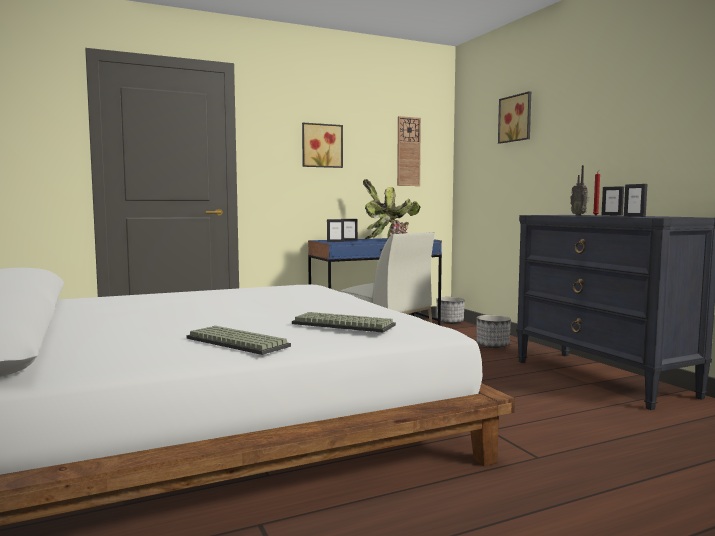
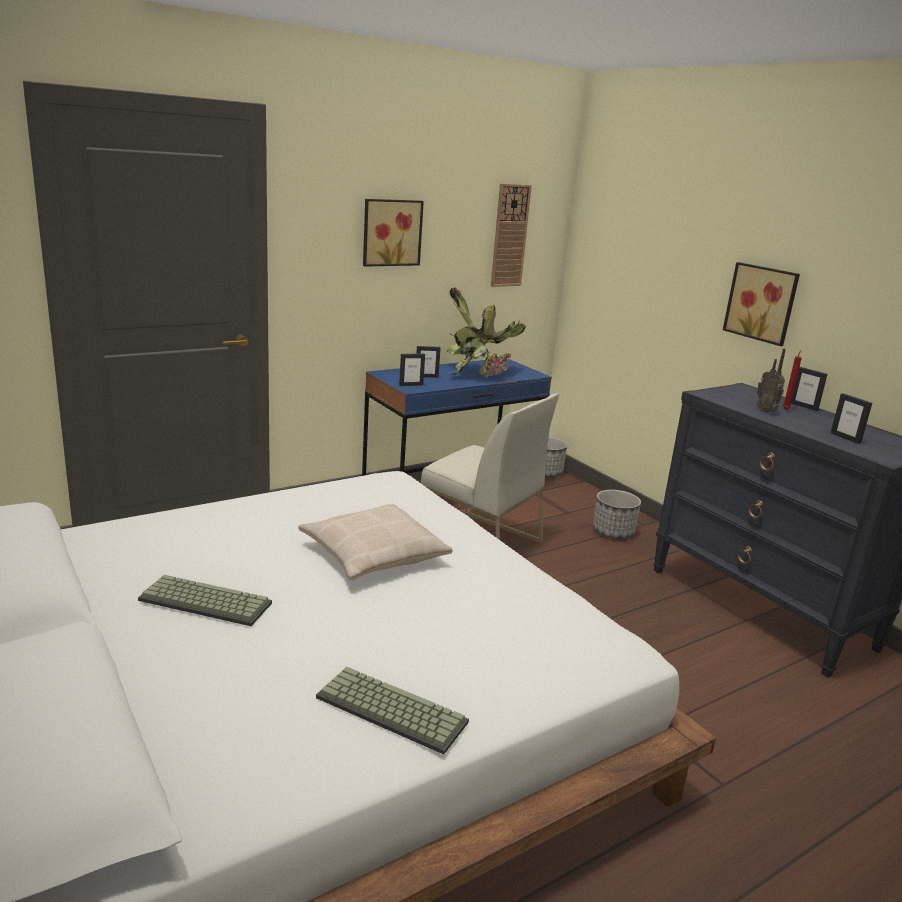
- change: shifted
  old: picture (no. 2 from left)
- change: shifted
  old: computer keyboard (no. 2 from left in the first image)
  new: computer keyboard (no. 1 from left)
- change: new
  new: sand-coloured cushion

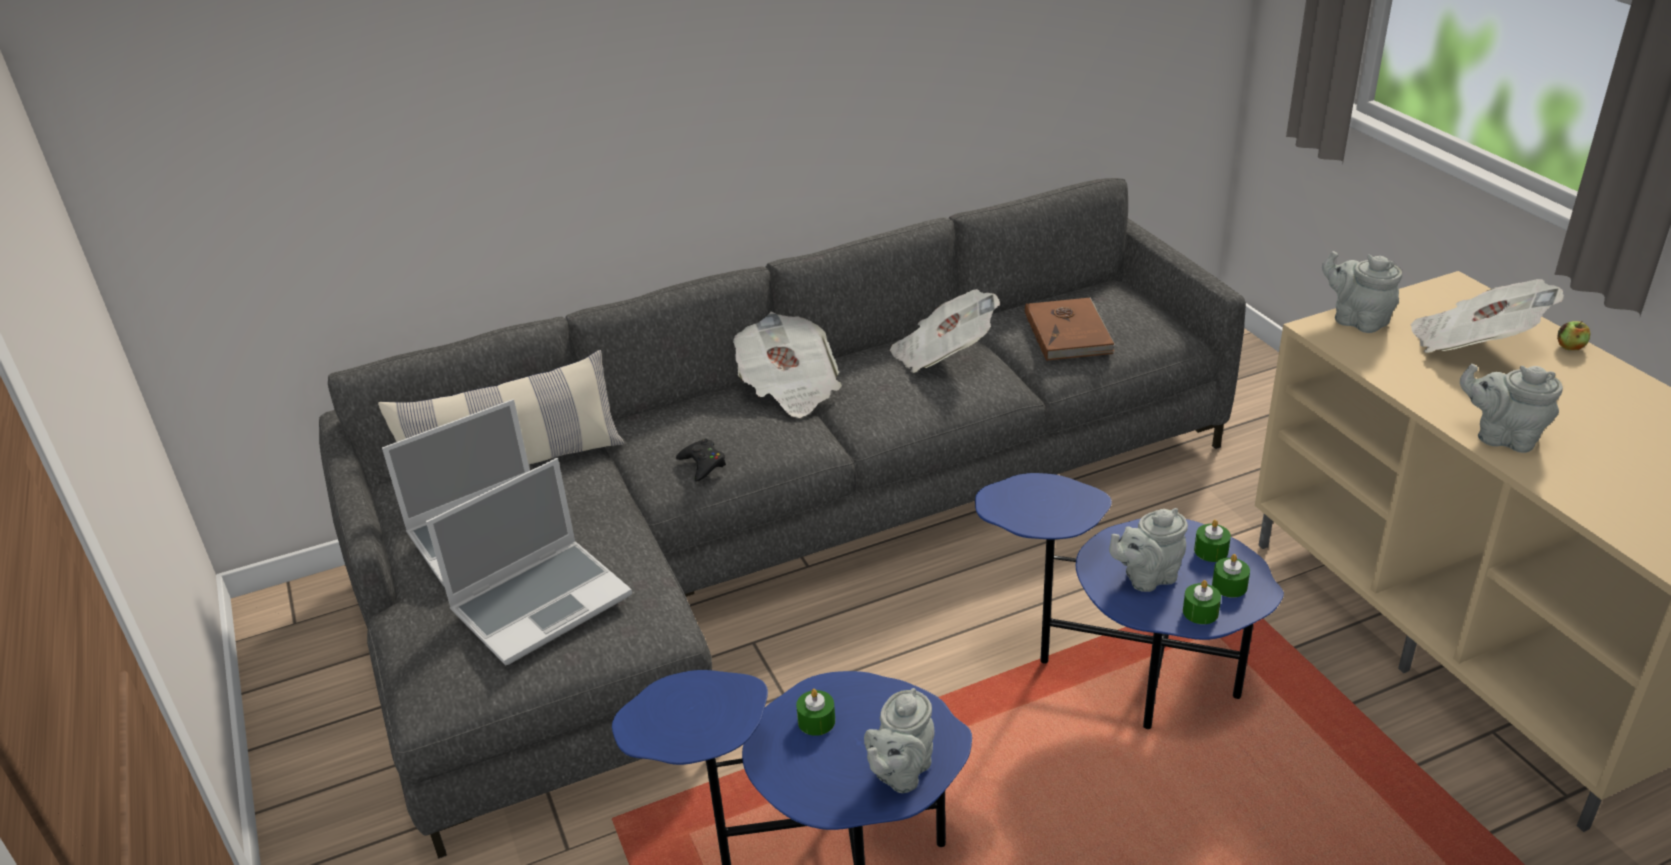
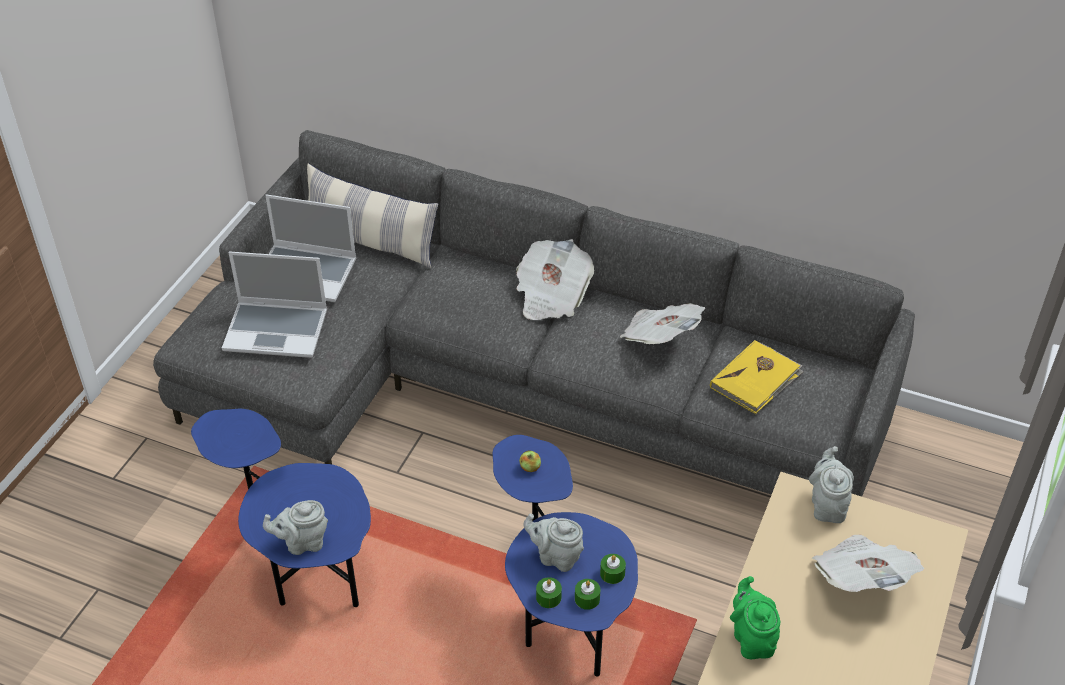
- change: repainted
  old: brown volume
  new: yellowish volume
- change: shifted
  old: apple fruit
- change: repainted
  old: grey pot for tea (no. 4 from left)
  new: green pot for tea
- change: gone
  old: black-coloured game controller
- change: gone
  old: green wax light (no. 1 from left)

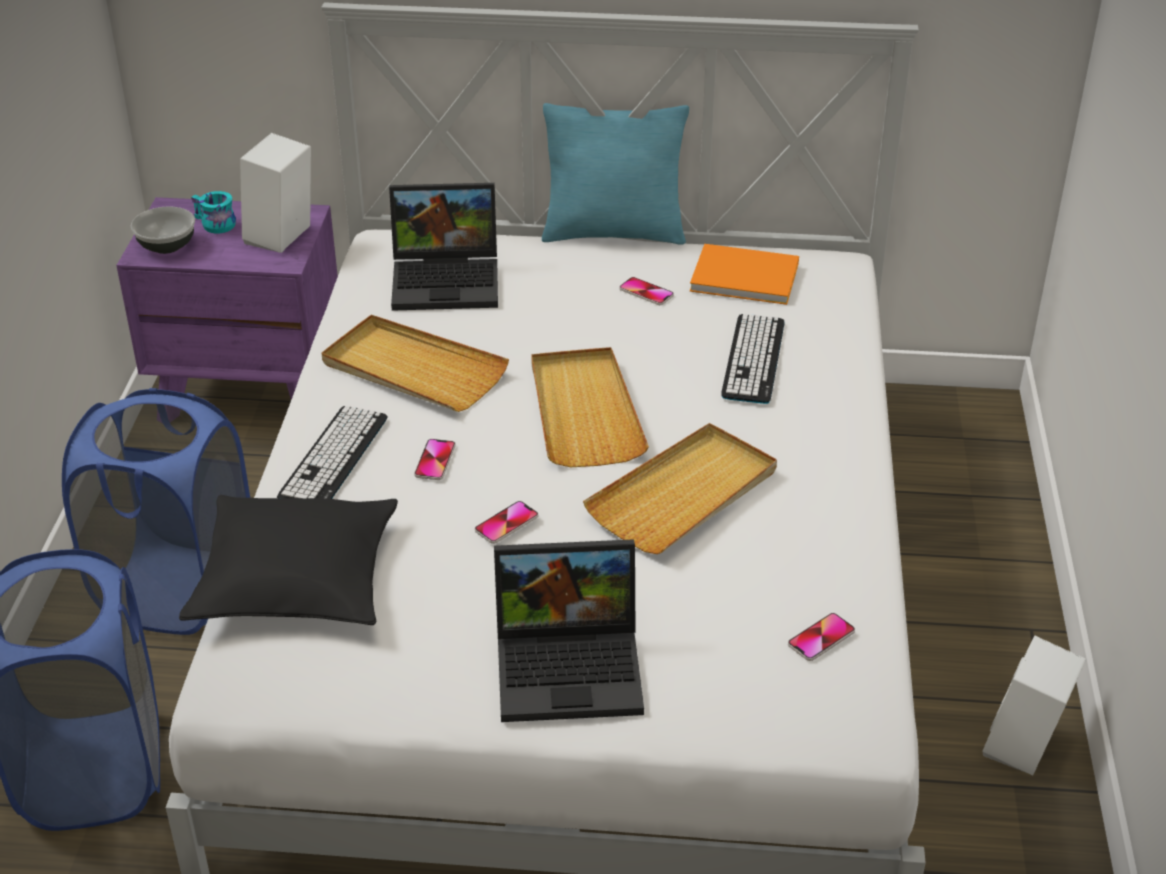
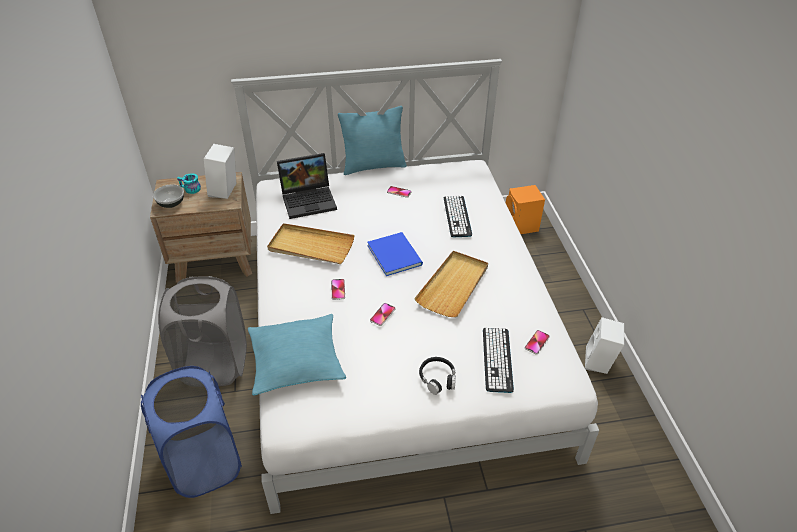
- change: repainted
  old: purple night table
  new: brown night table
- change: gone
  old: orange-coloured volume
- change: swapped
  old: sand-coloured tray (no. 2 from left)
  new: blue-coloured volume
- change: repainted
  old: blue-coloured washing basket (no. 2 from left)
  new: grey washing basket
- change: shifted
  old: computer keyboard (no. 1 from left in the first image)
  new: computer keyboard (no. 2 from left)
- change: repainted
  old: black-coloured cushion
  new: blue-green cushion (no. 1 from left)
- change: swapped
  old: notebook computer (no. 2 from left)
  new: black-coloured headset
- change: new
  new: orange-coloured loudspeaker

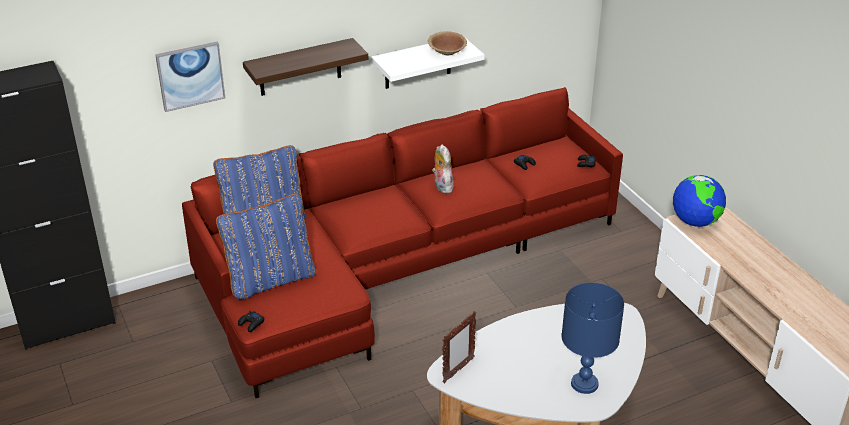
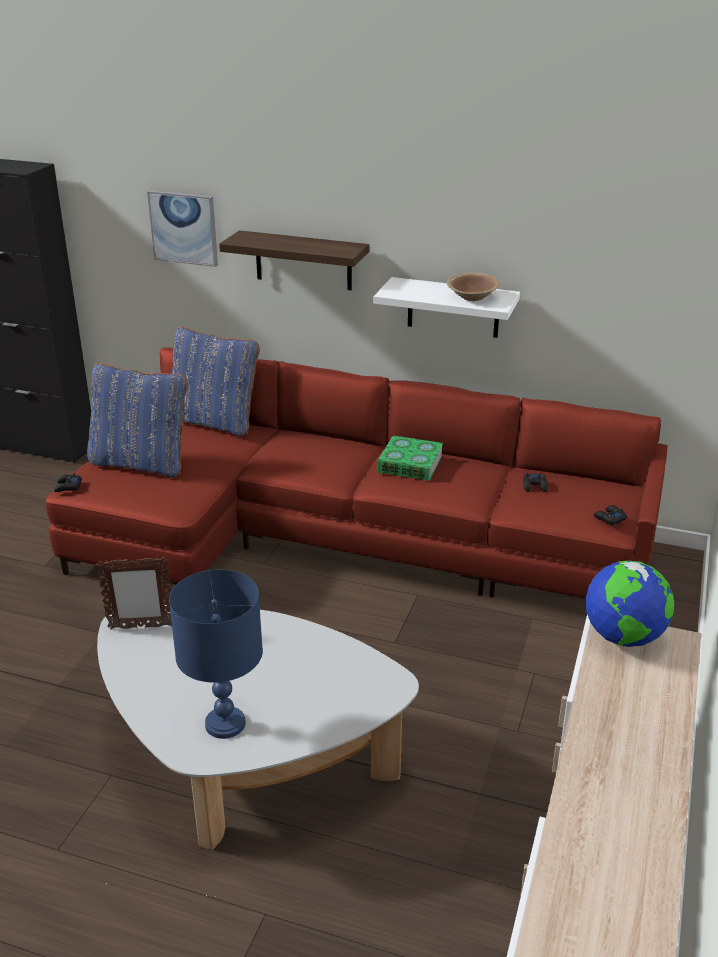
- change: swapped
  old: cuddly toy
  new: volume

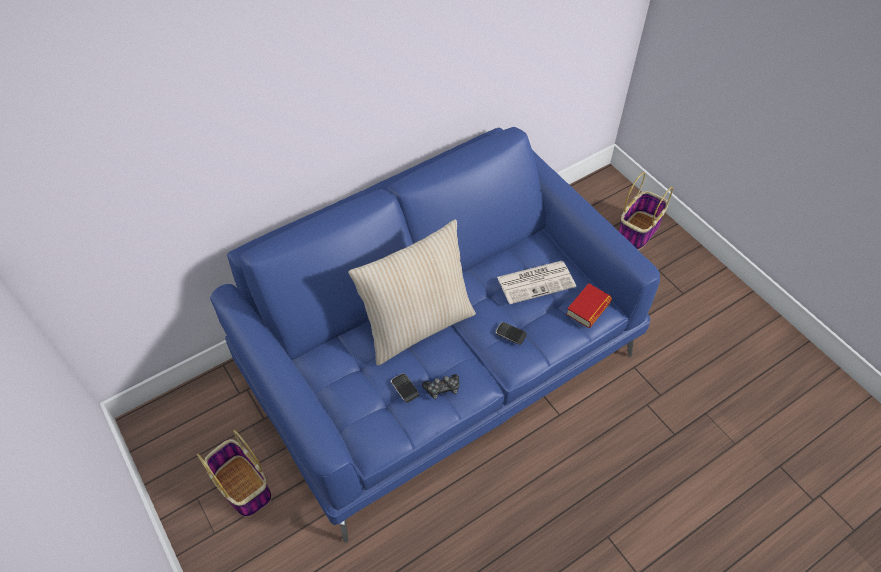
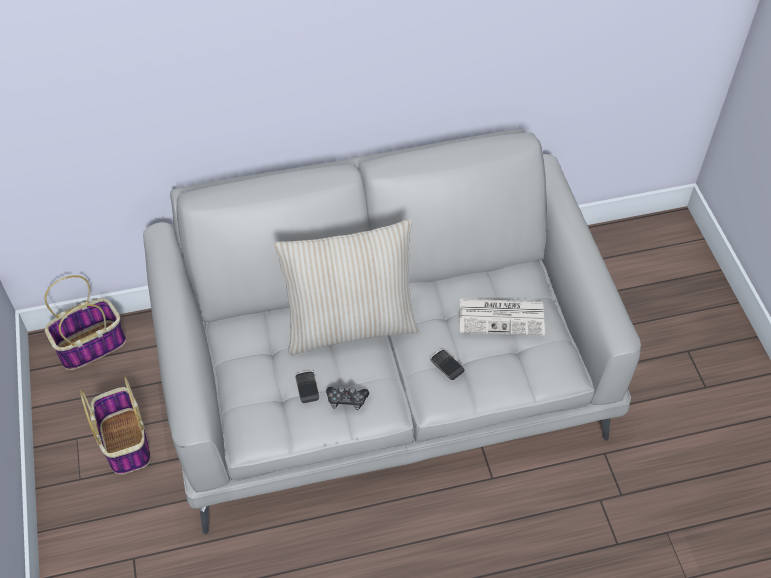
- change: repainted
  old: blue-coloured sofa
  new: grey sofa
- change: shifted
  old: basket (no. 2 from left in the first image)
  new: basket (no. 1 from left)
- change: gone
  old: volume

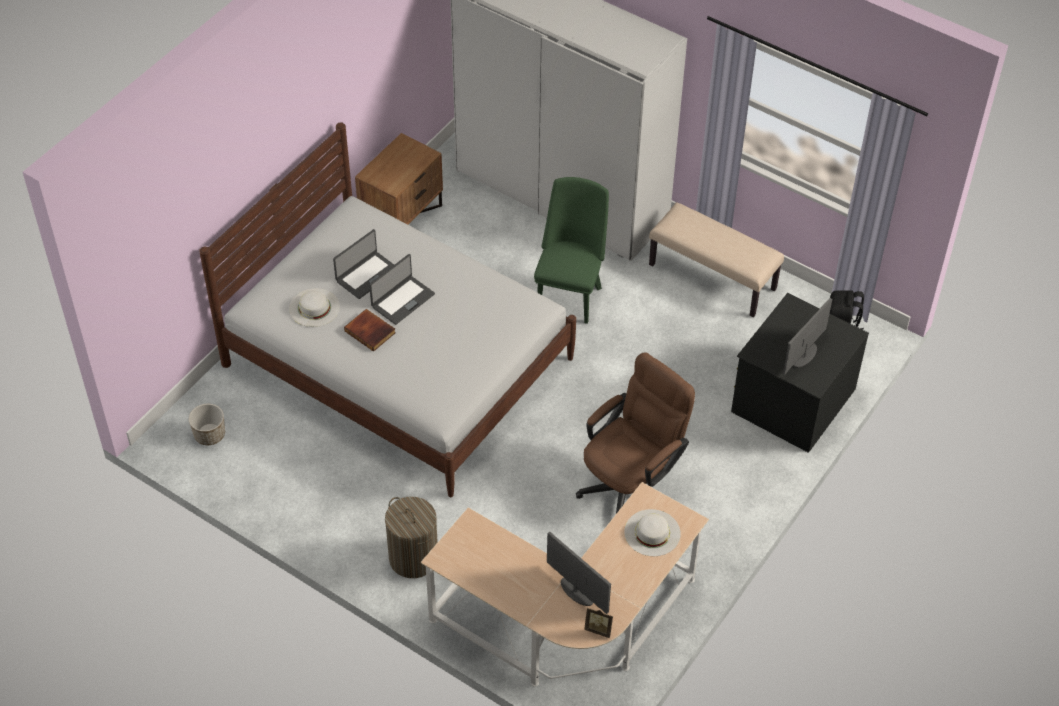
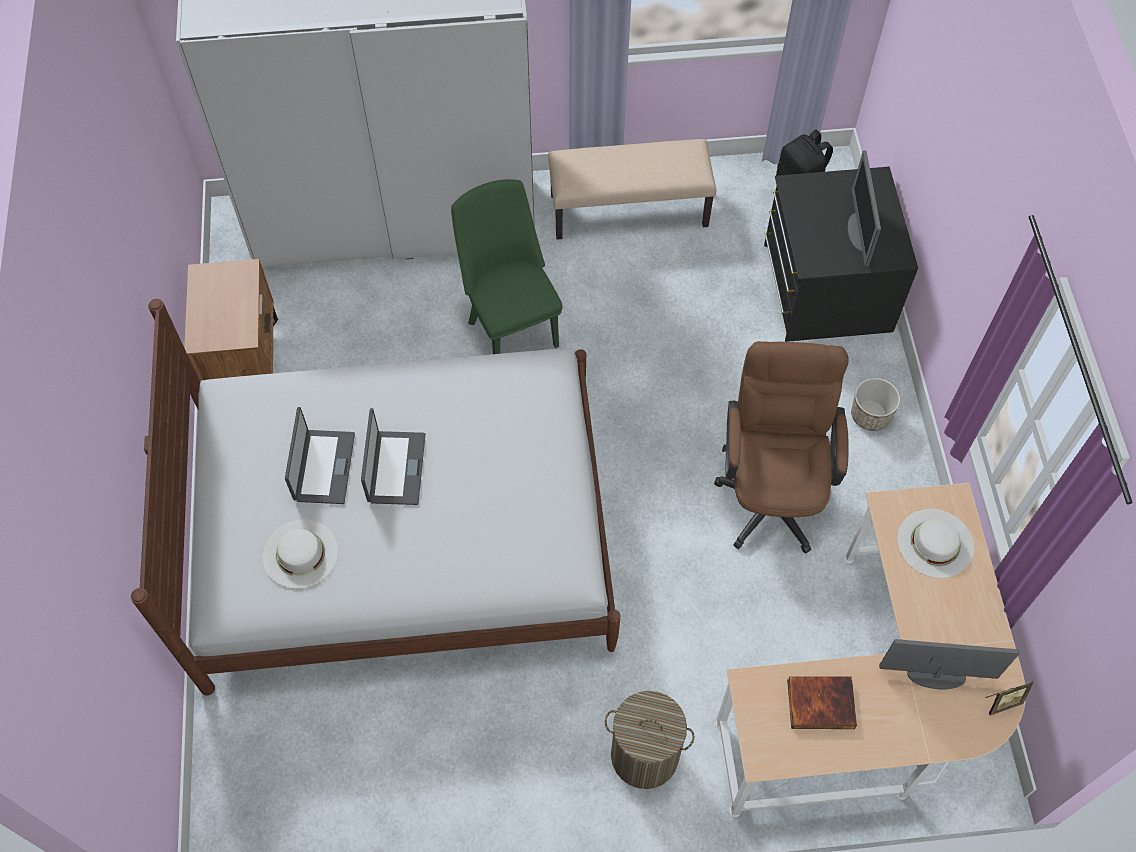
- change: shifted
  old: volume
- change: shifted
  old: flower pot

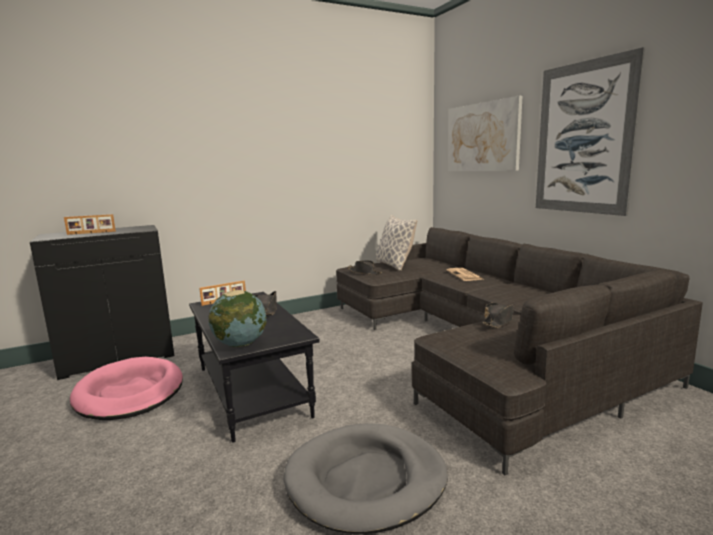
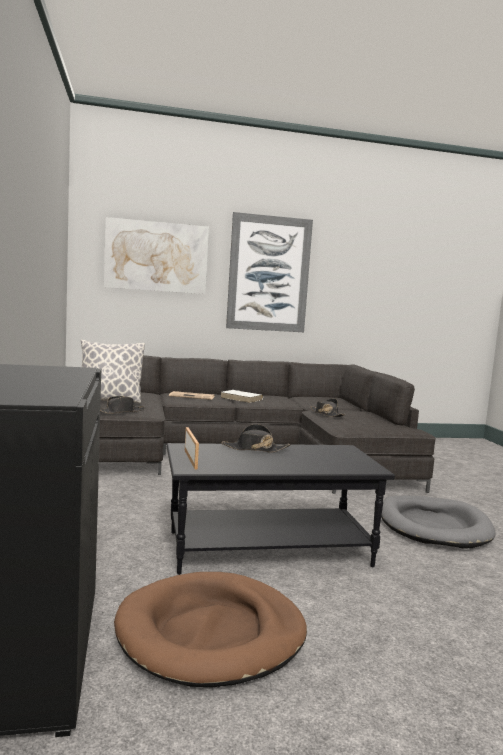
- change: gone
  old: photo frame (no. 1 from left)
- change: gone
  old: globe
- change: repainted
  old: pink pet bed
  new: brown pet bed
- change: new
  new: white-coloured volume

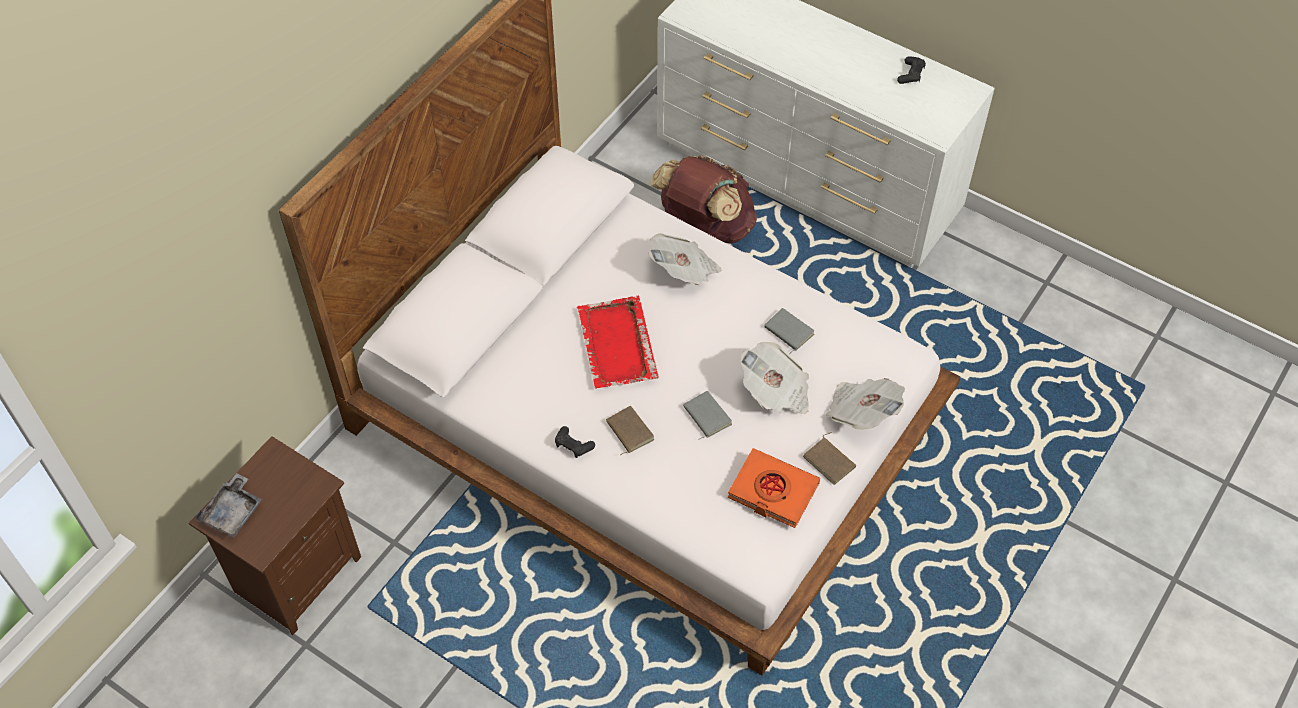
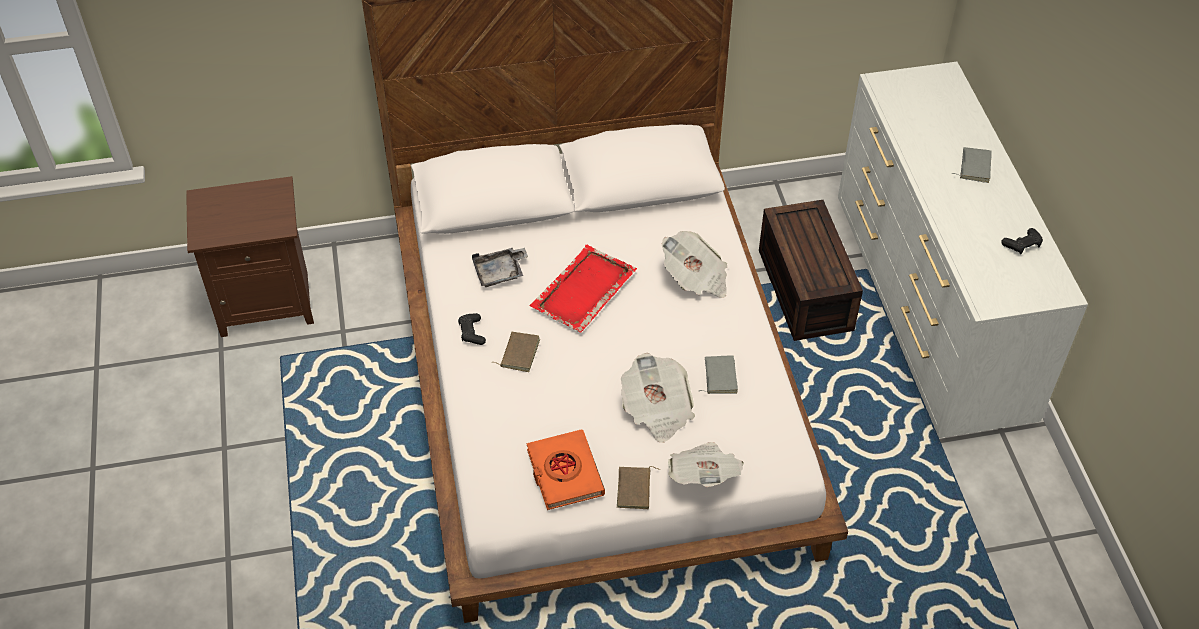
- change: swapped
  old: brown backpack
  new: brown storage box
- change: shifted
  old: grey volume (no. 1 from left in the first image)
  new: grey volume (no. 2 from left)
- change: shifted
  old: grey tray

